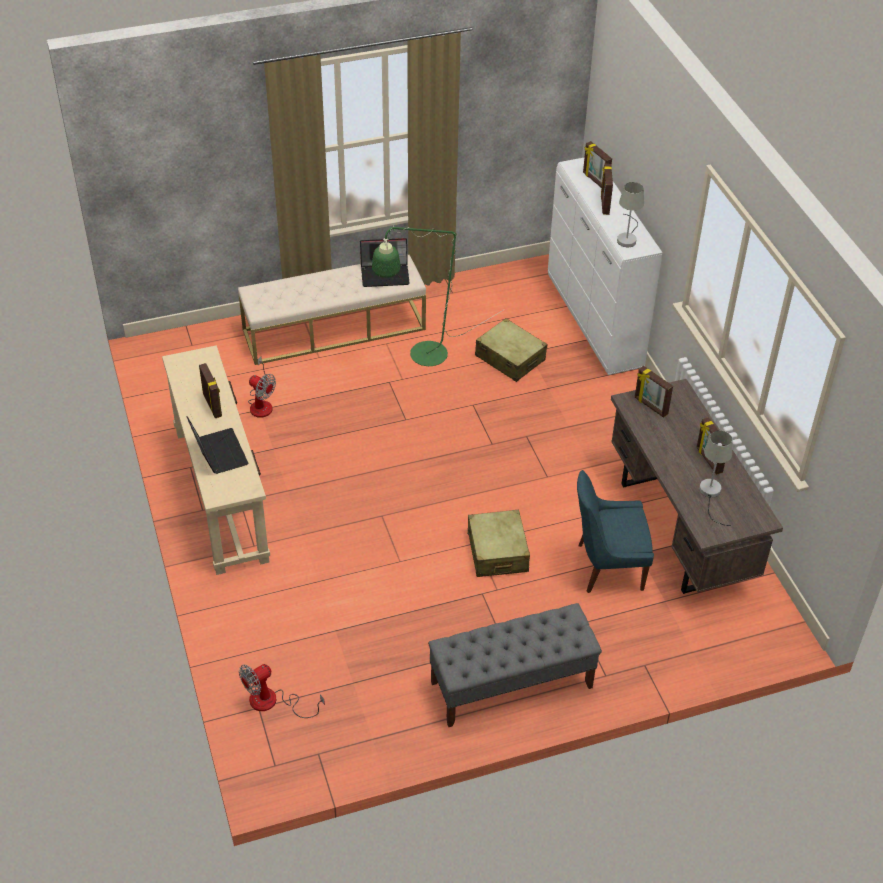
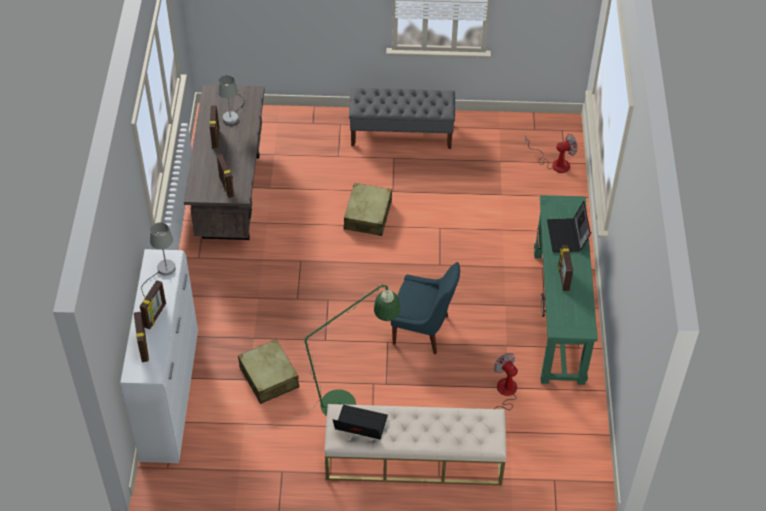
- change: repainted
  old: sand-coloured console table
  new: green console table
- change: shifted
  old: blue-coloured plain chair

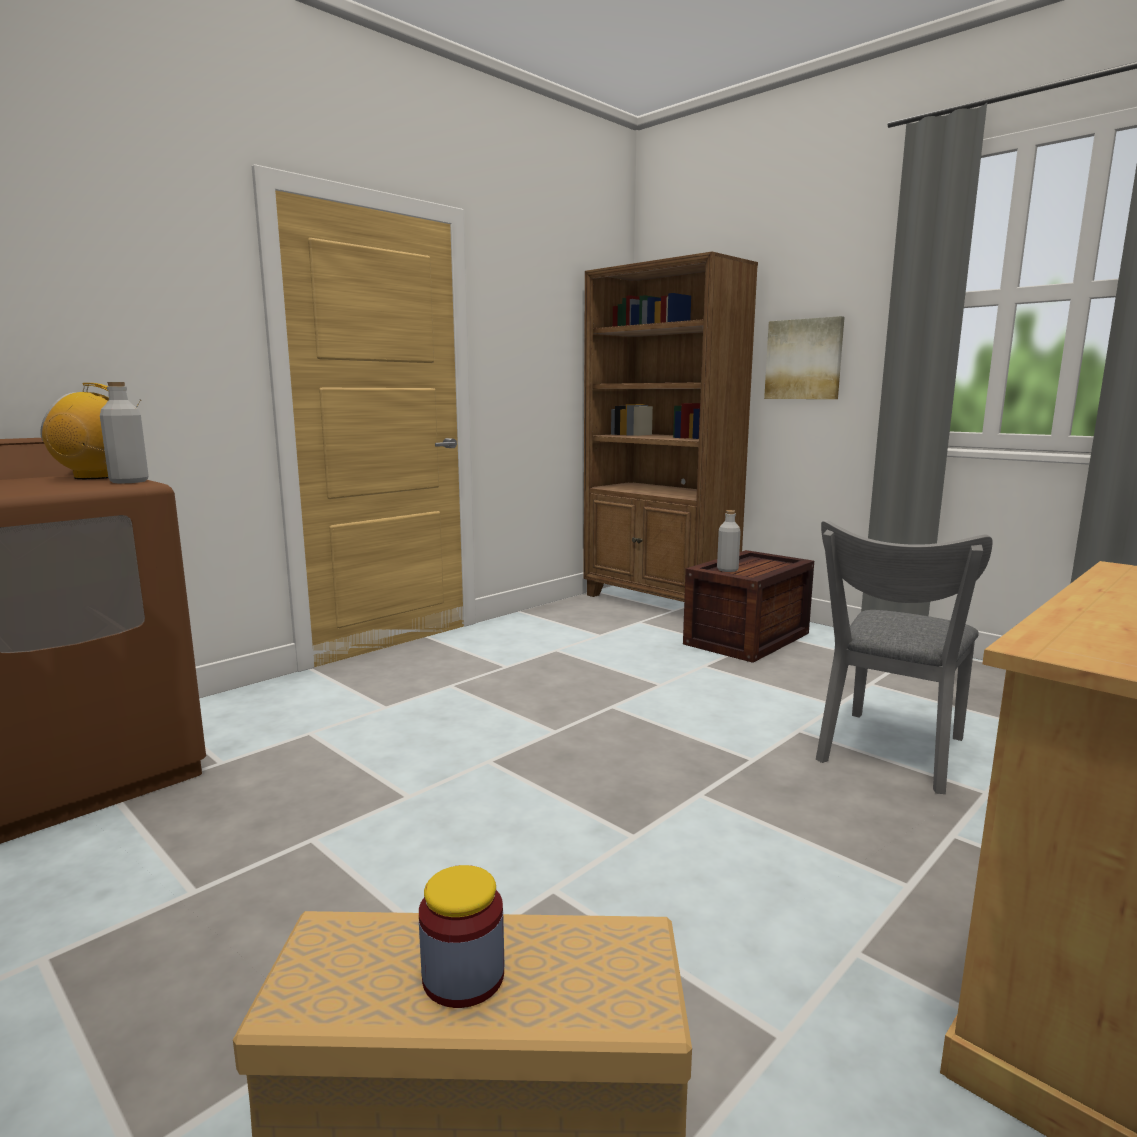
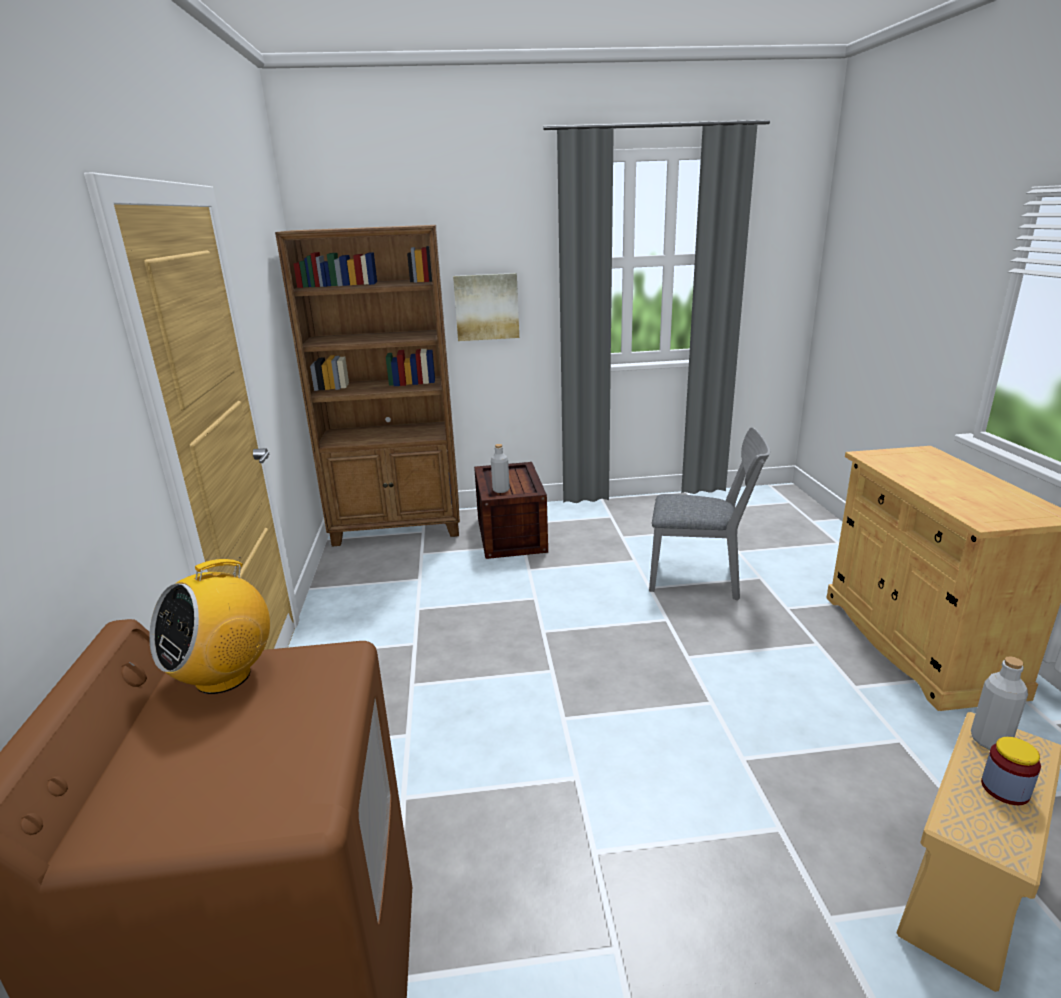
- change: shifted
  old: grey bottle (no. 1 from left in the first image)
  new: grey bottle (no. 2 from left)
- change: rotated
  old: grey plain chair
  degrees: -60

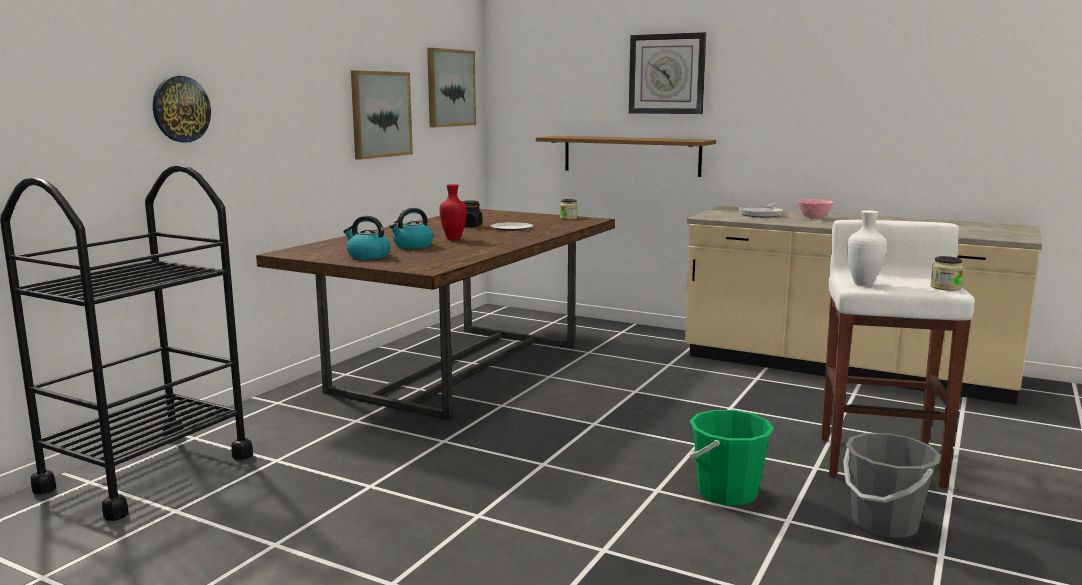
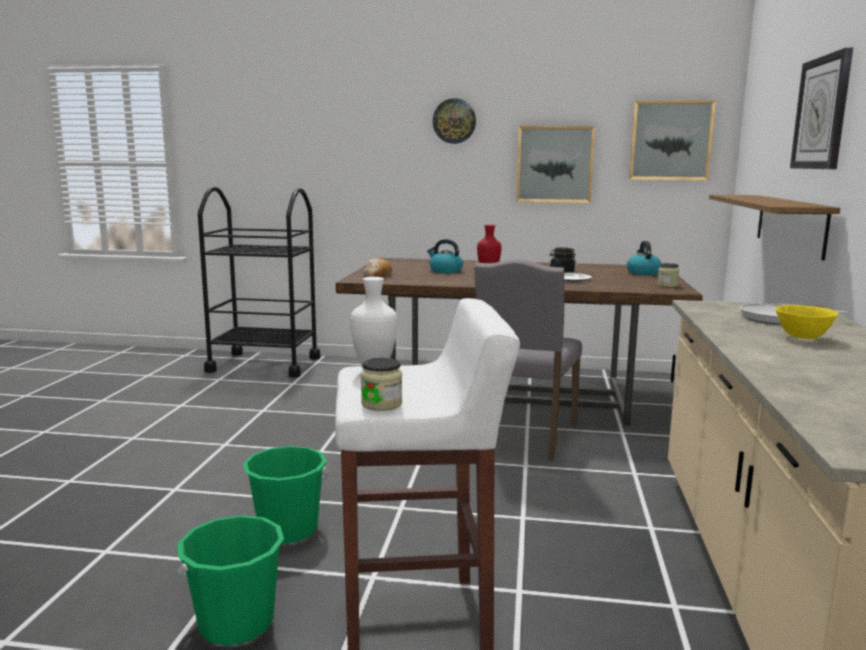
- change: shifted
  old: wall clock (no. 1 from left)
- change: repainted
  old: pink deep dish
  new: yellowish deep dish
- change: shifted
  old: tea kettle (no. 1 from left in the first image)
  new: tea kettle (no. 2 from left)
- change: repainted
  old: grey bucket
  new: green bucket (no. 1 from left)
- change: new
  new: bakery bread
- change: new
  new: grey plain chair

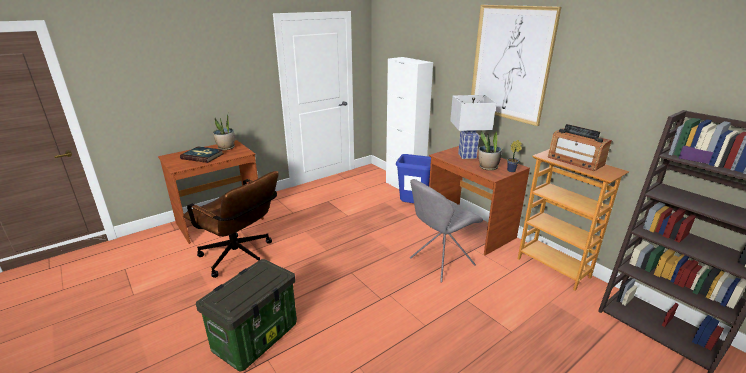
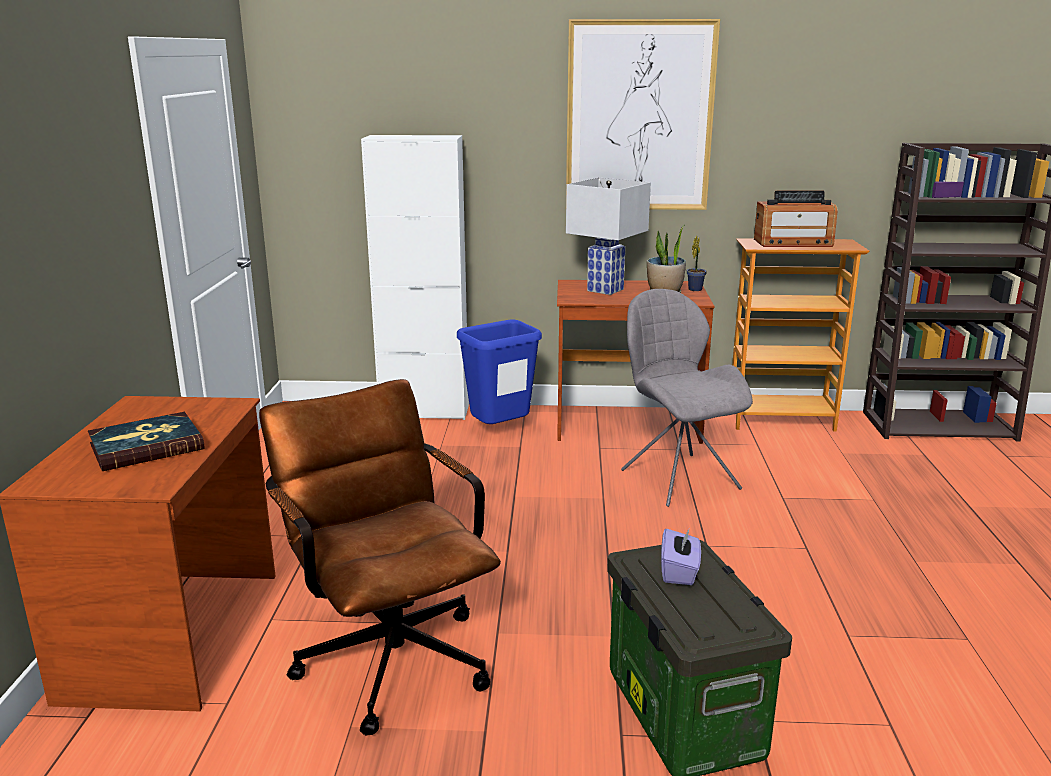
- change: gone
  old: potted plant (no. 1 from left)
- change: rotated
  old: brown office chair
  degrees: -105
- change: rotated
  old: grey plain chair
  degrees: 150
- change: new
  new: purple tissue box (no. 1 from left)

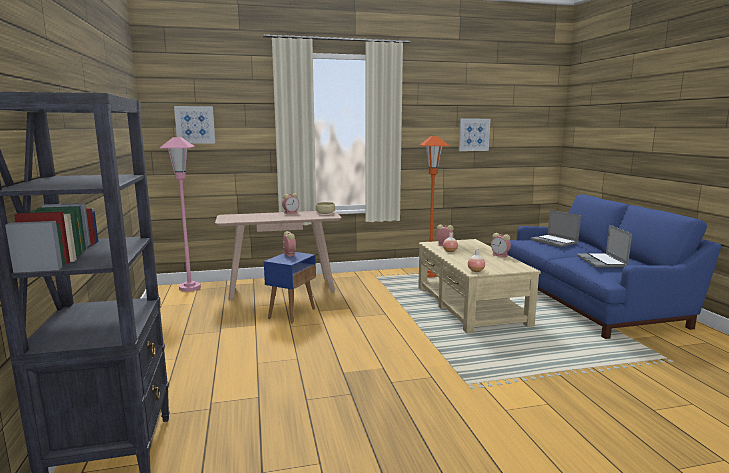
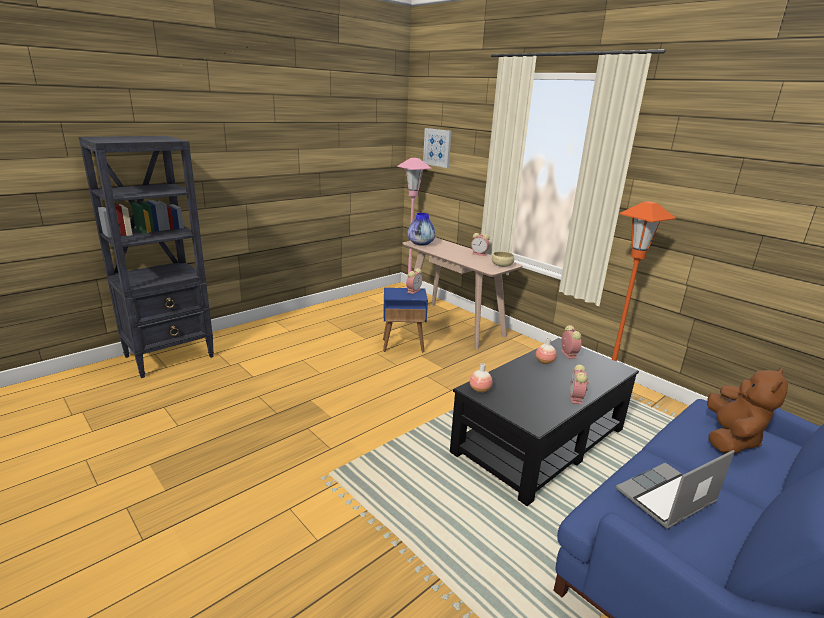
- change: gone
  old: picture (no. 2 from left)
- change: swapped
  old: notebook computer (no. 1 from left)
  new: brown cuddly toy
- change: repainted
  old: sand-coloured lounge table
  new: black-coloured lounge table
- change: new
  new: decorative vase (no. 1 from left)

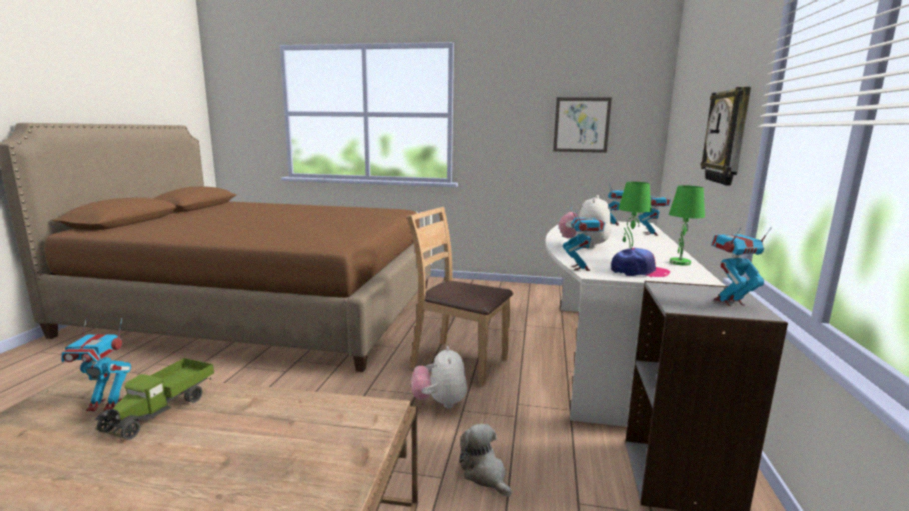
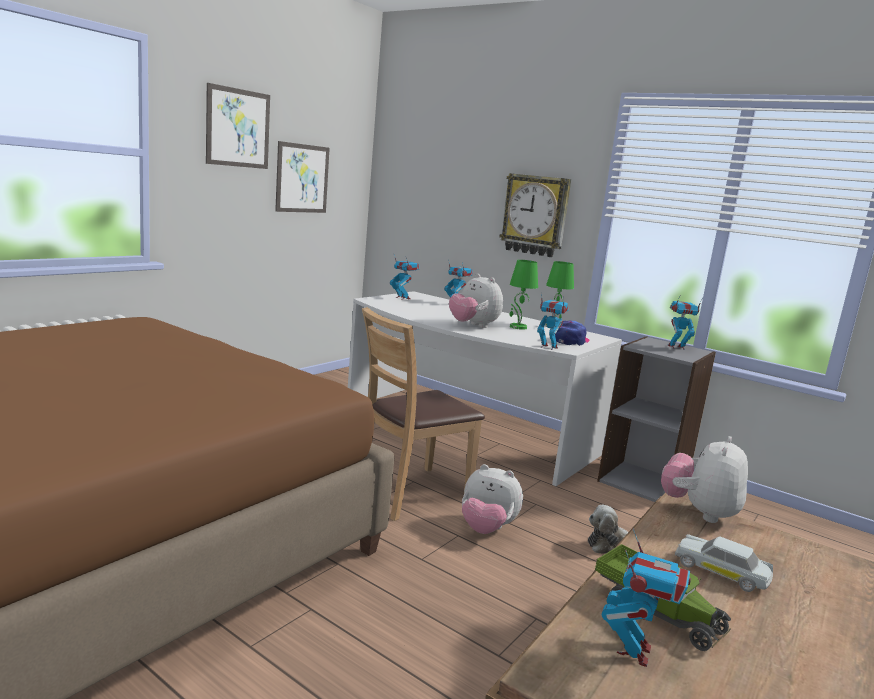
- change: rotated
  old: model robot (no. 5 from left)
  degrees: 75
- change: new
  new: picture (no. 1 from left)
- change: new
  new: cuddly toy (no. 4 from left)
- change: new
  new: white-coloured miniature car

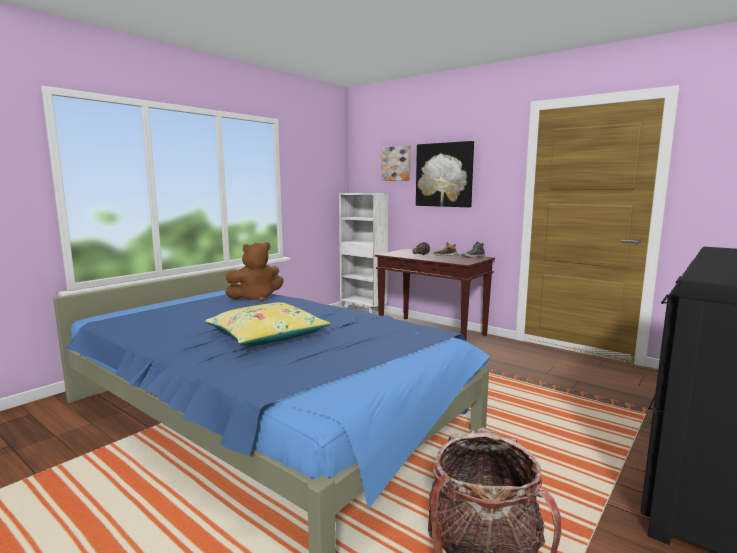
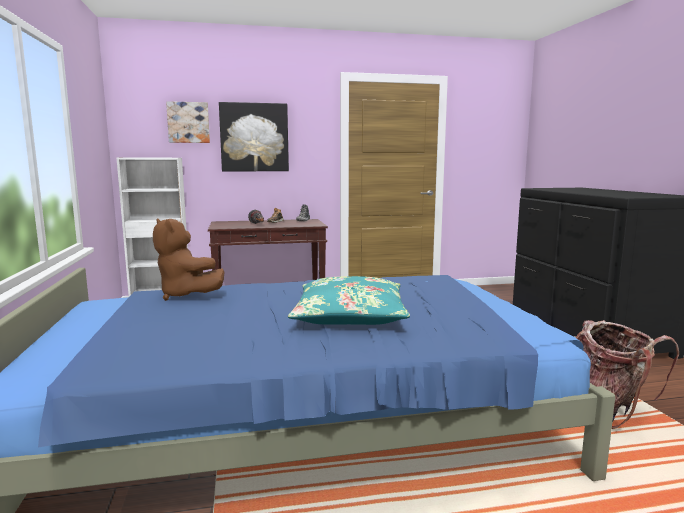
- change: rotated
  old: brown cuddly toy
  degrees: 120
- change: repainted
  old: yellowish cushion
  new: blue-green cushion

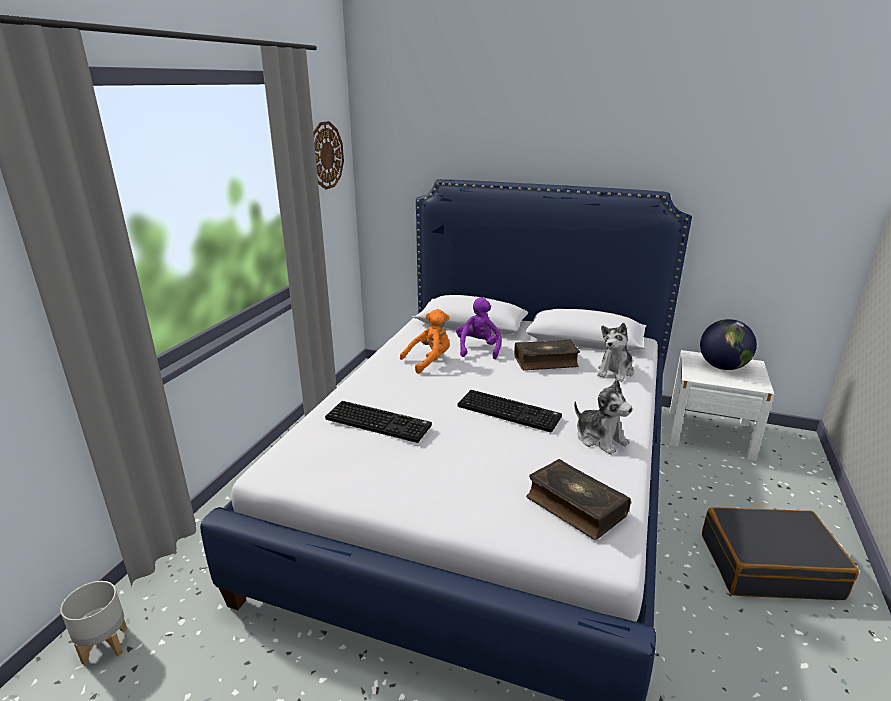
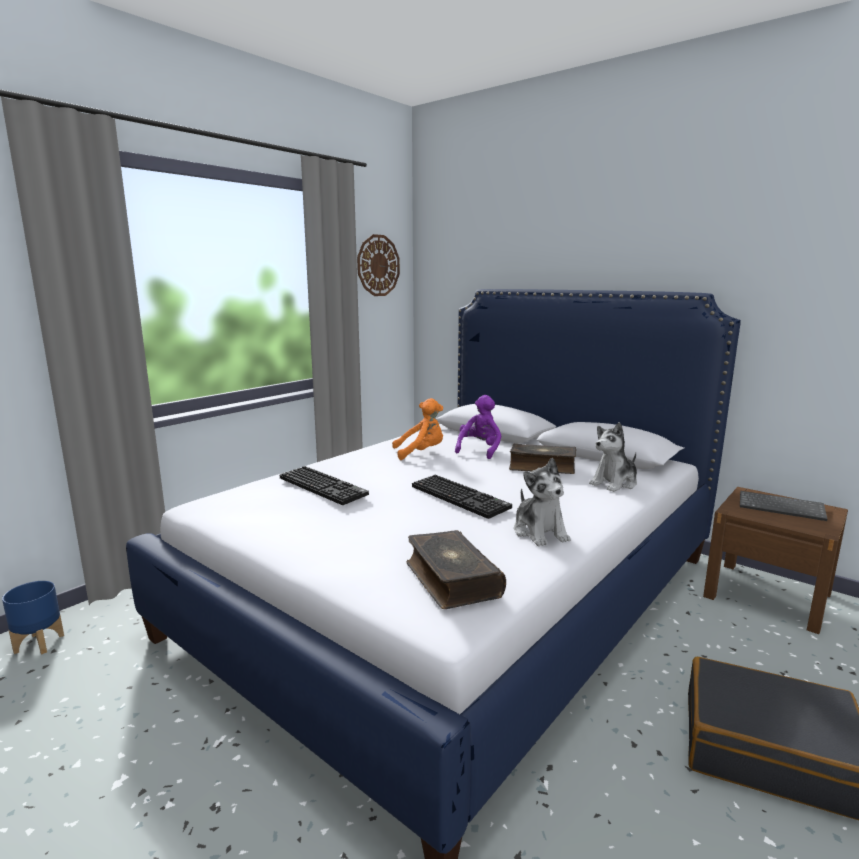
- change: swapped
  old: globe
  new: computer keyboard (no. 3 from left)
- change: repainted
  old: white-coloured night table
  new: brown night table
- change: repainted
  old: grey flower pot
  new: blue-coloured flower pot

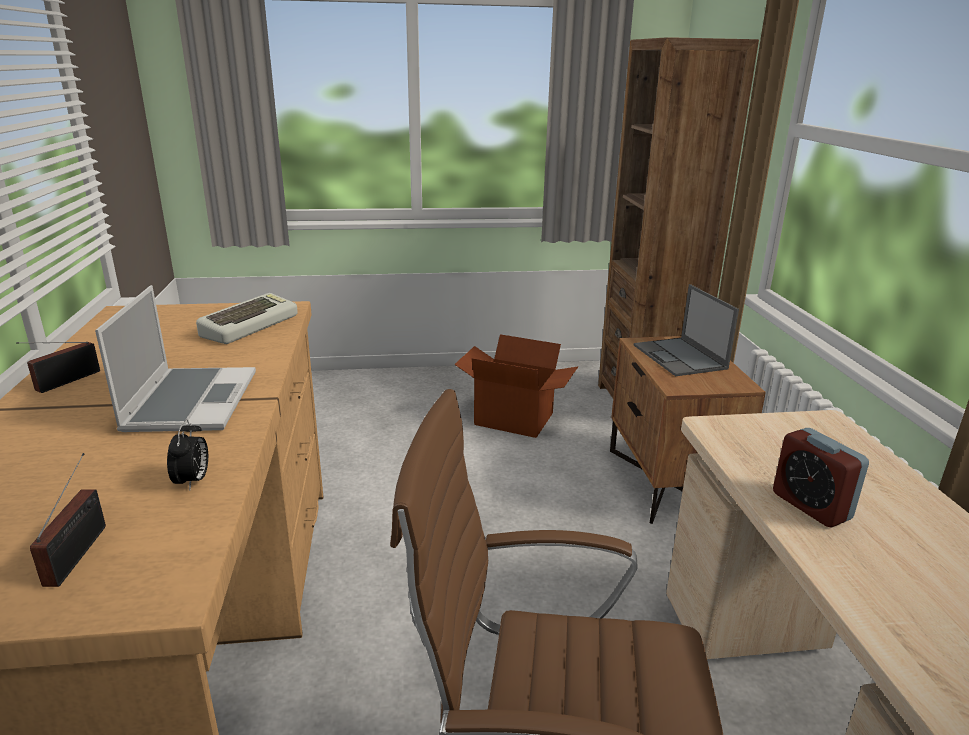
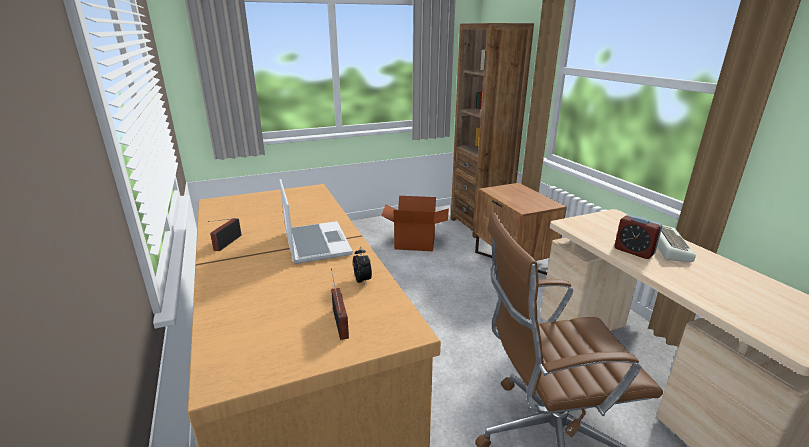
- change: gone
  old: notebook computer (no. 2 from left)
- change: shifted
  old: computer keyboard

